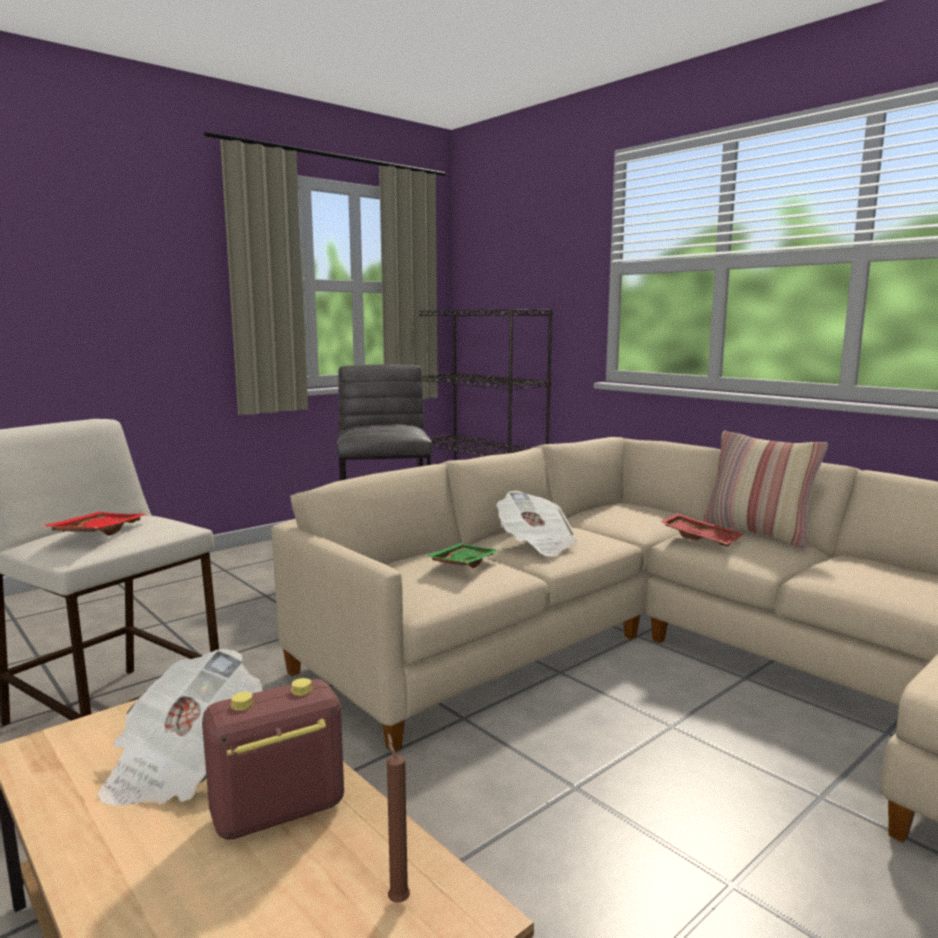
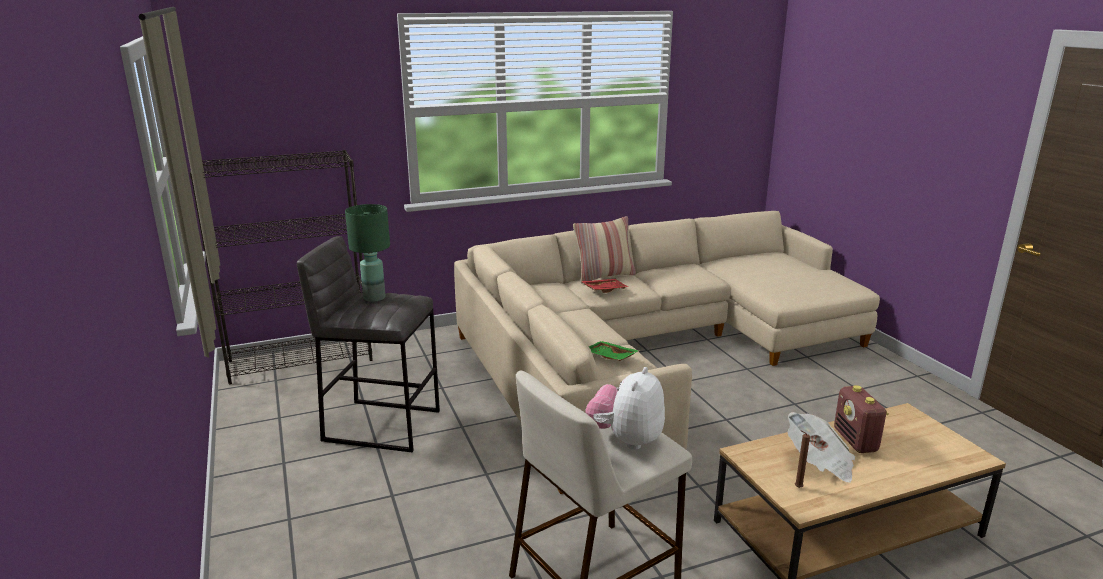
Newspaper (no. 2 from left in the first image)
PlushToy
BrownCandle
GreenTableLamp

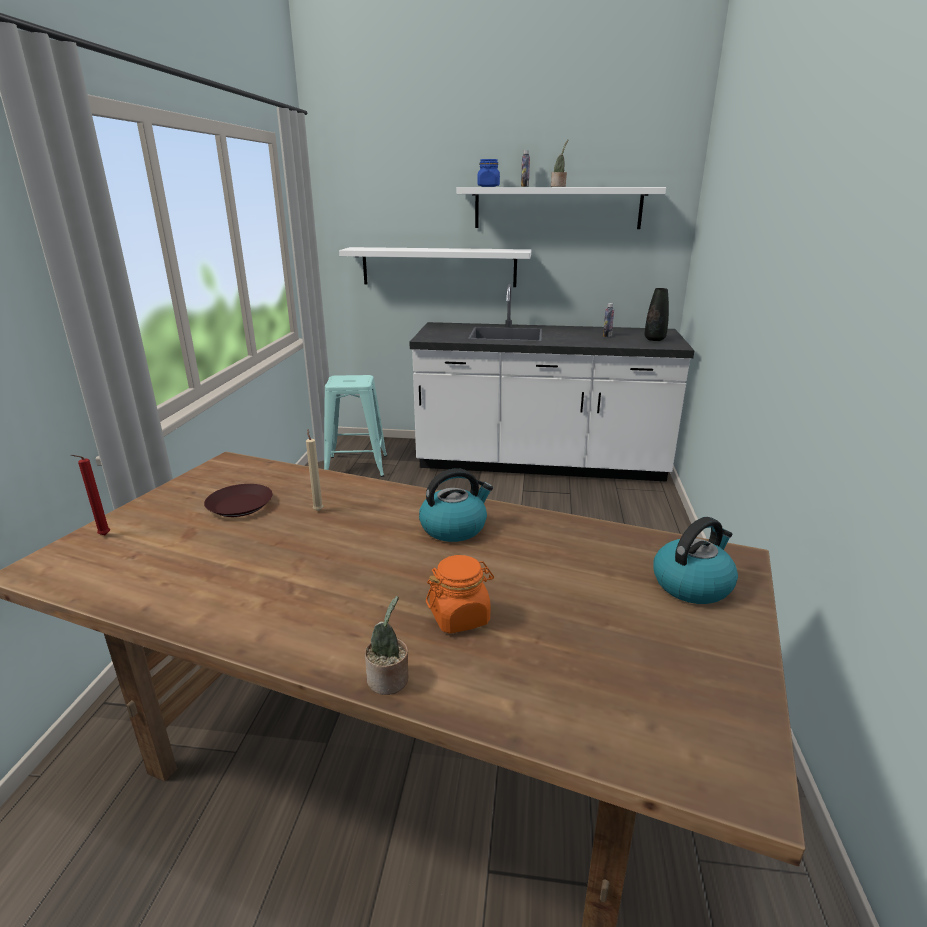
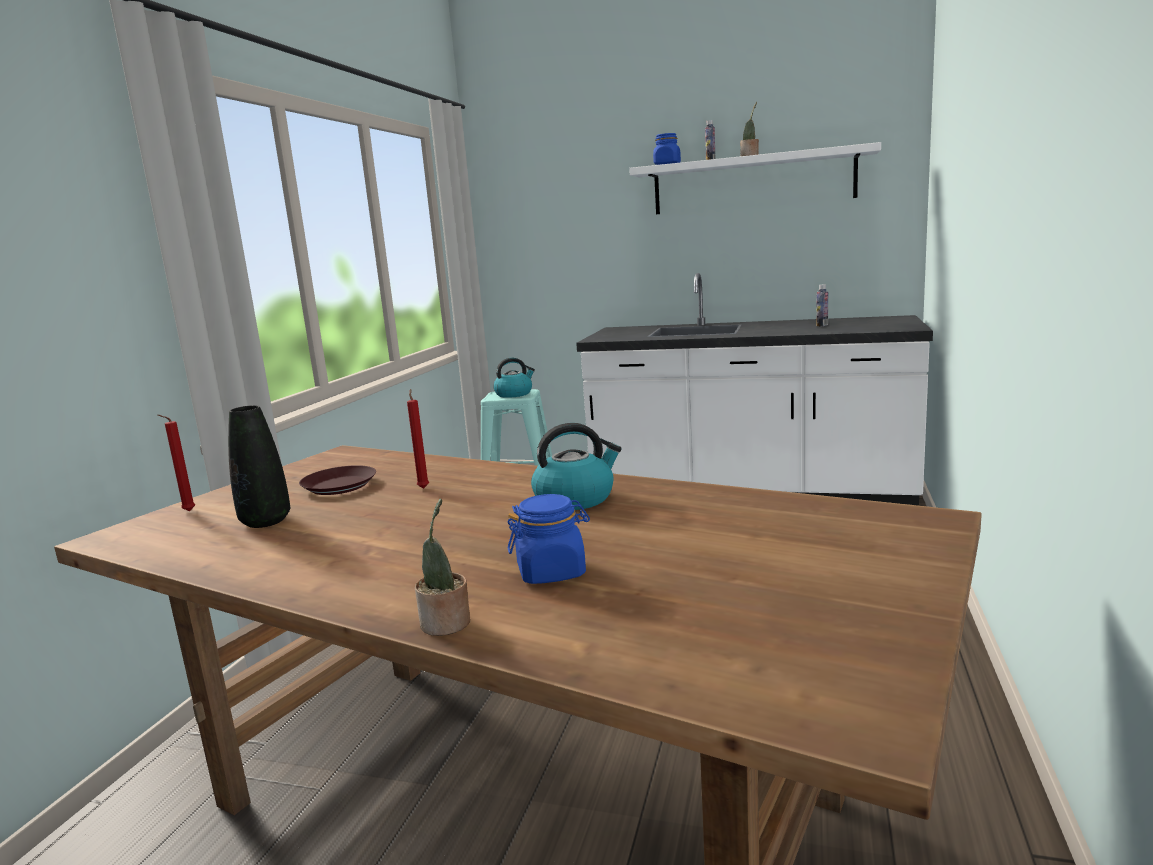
WhiteShelf (no. 1 from left in the first image)
BlackVase
RedCandle (no. 2 from left)
Kettle (no. 1 from left)
BlueJar (no. 1 from left)

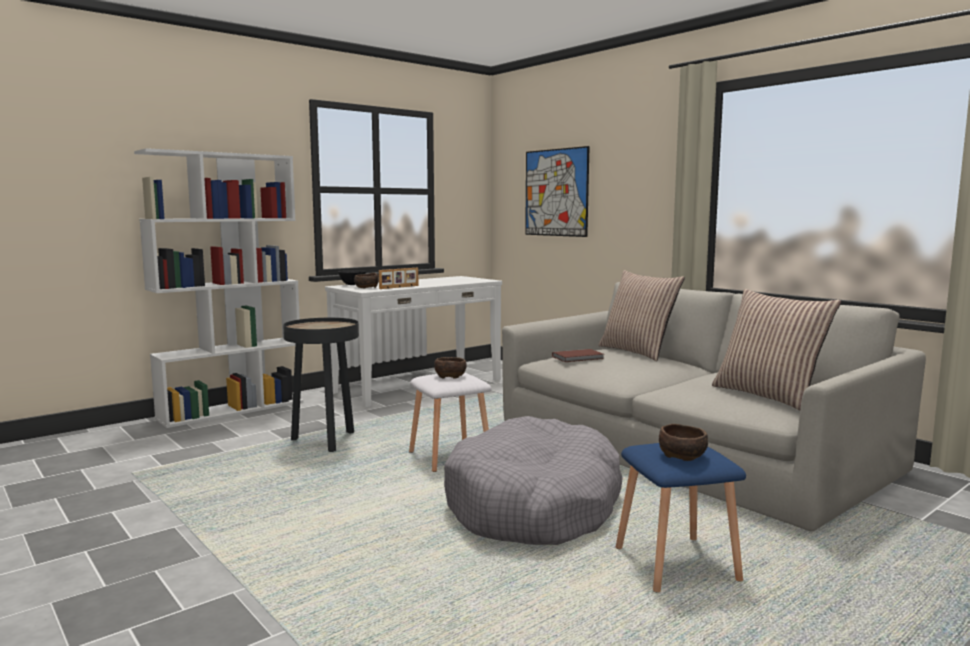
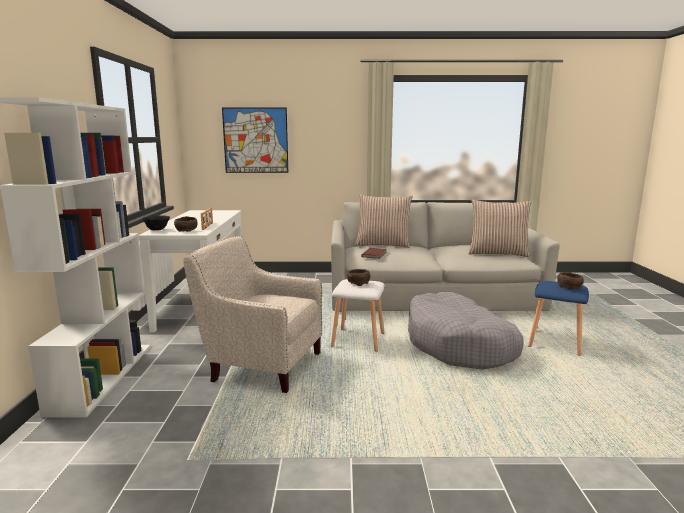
BeigeArmchair

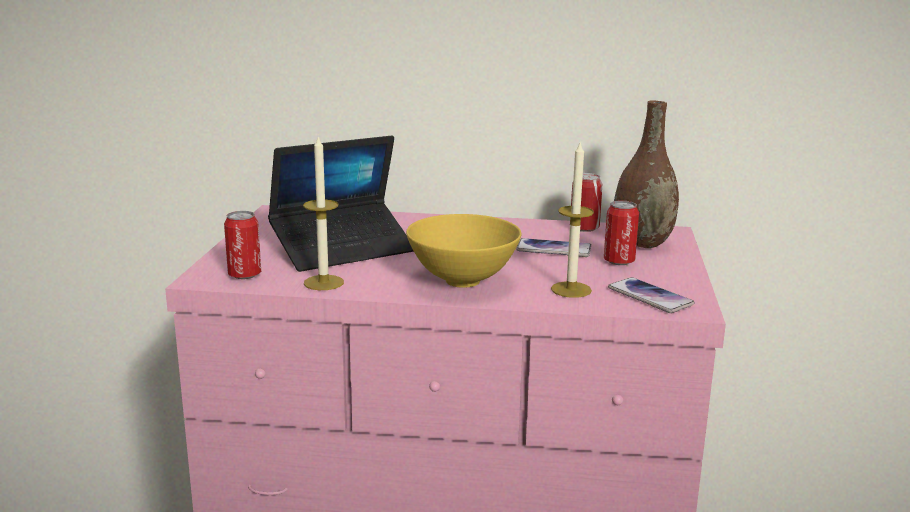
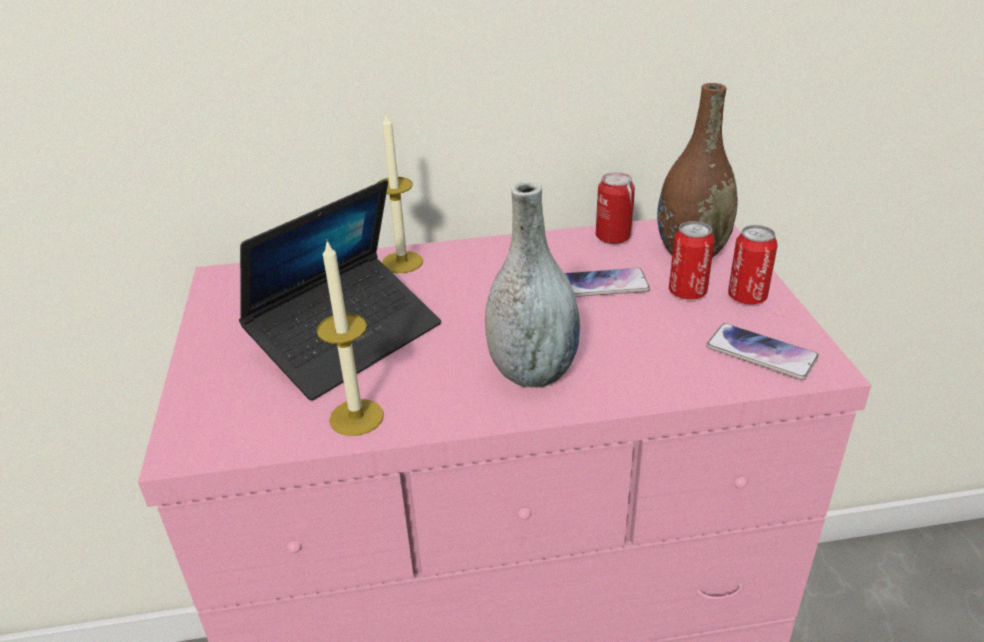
Candle (no. 2 from left)
Can (no. 3 from left)
GreyVase

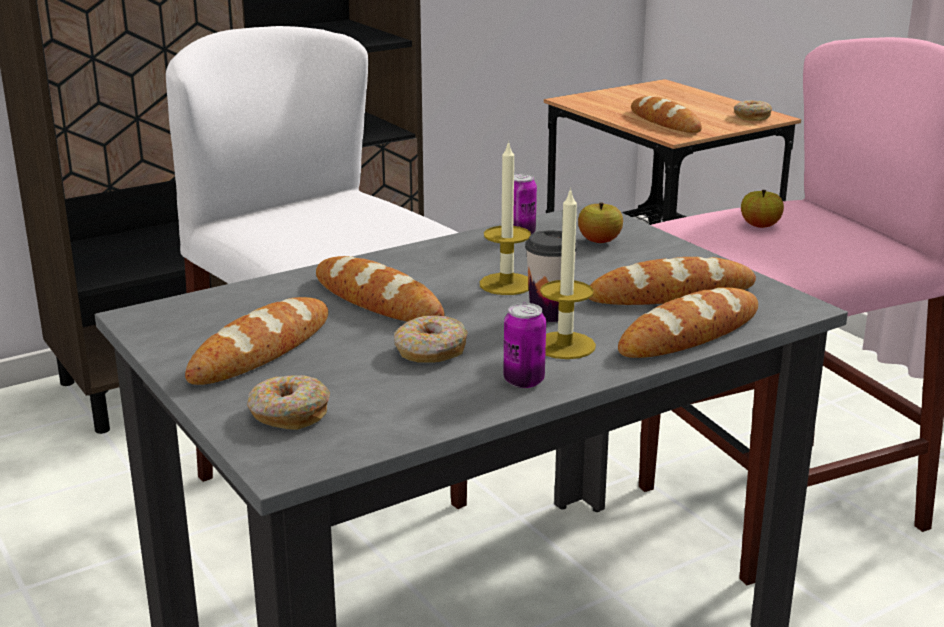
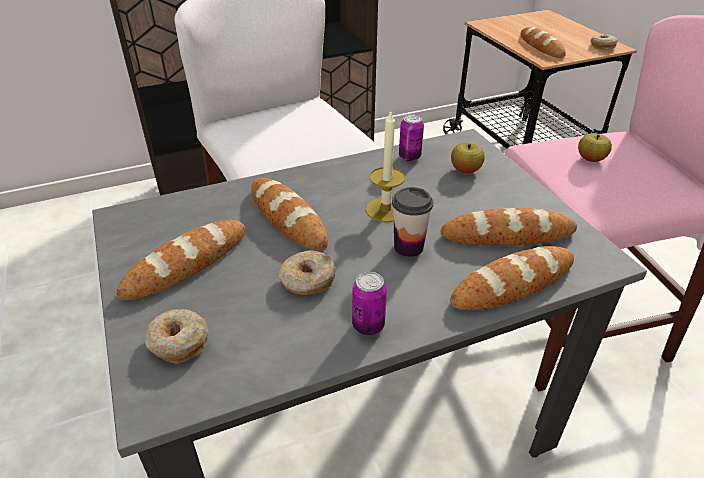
Candle (no. 2 from left in the first image)

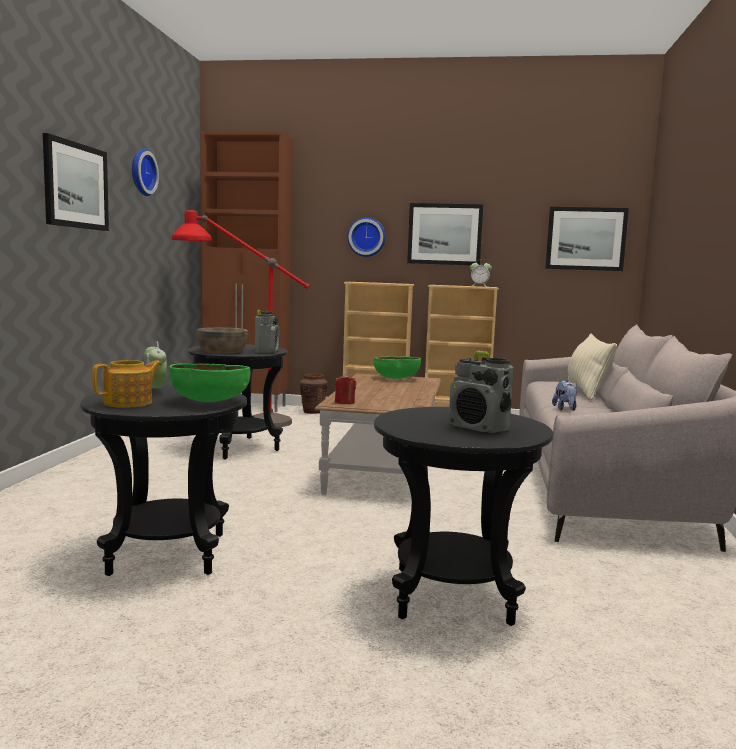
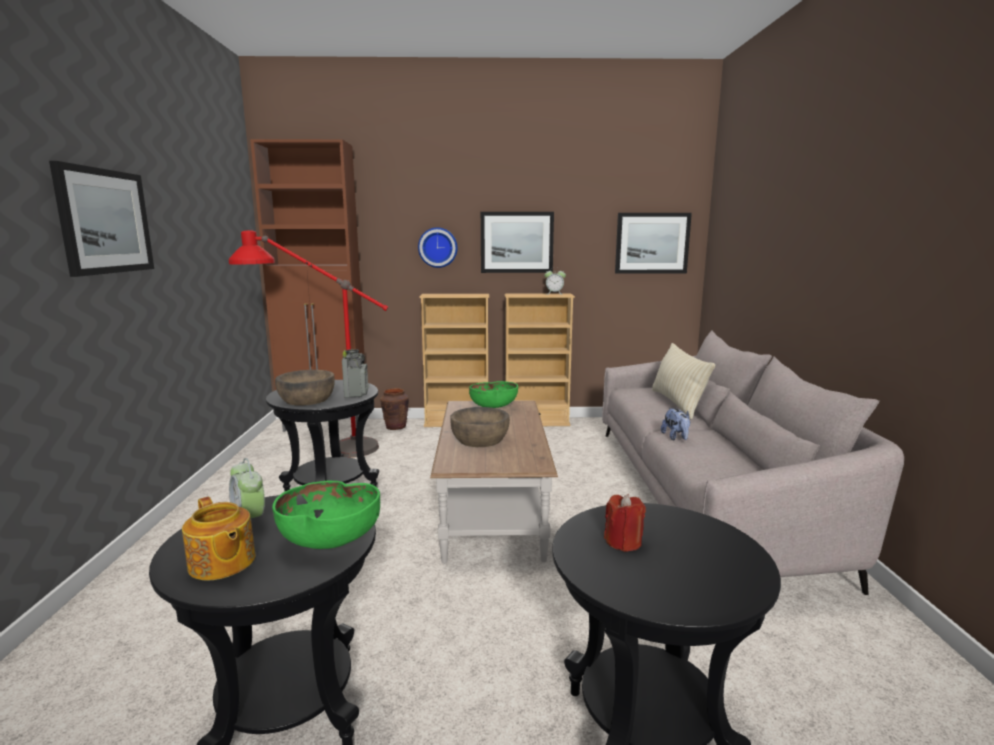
WallClock (no. 1 from left in the first image)
Radio (no. 2 from left in the first image)
Teapot
RedCandle
BrownBowl (no. 2 from left)

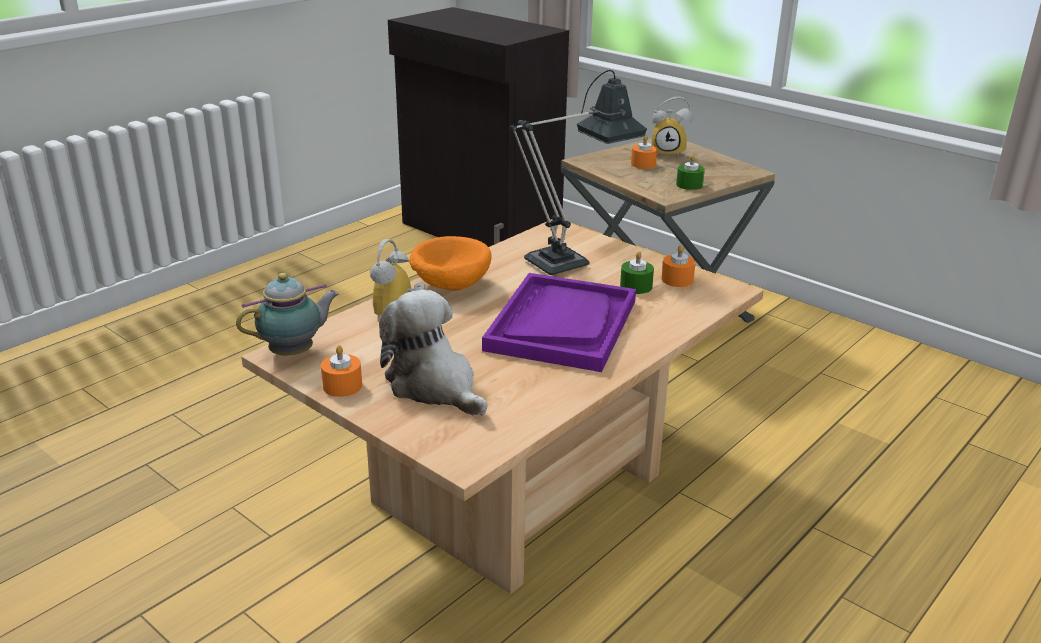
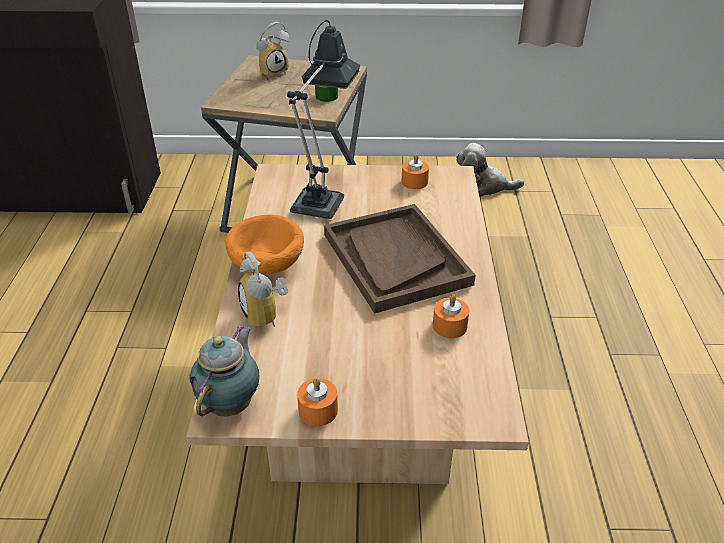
OrangeCandle (no. 3 from left)
GreenCandle (no. 1 from left in the first image)
BrownTray
PlushToy

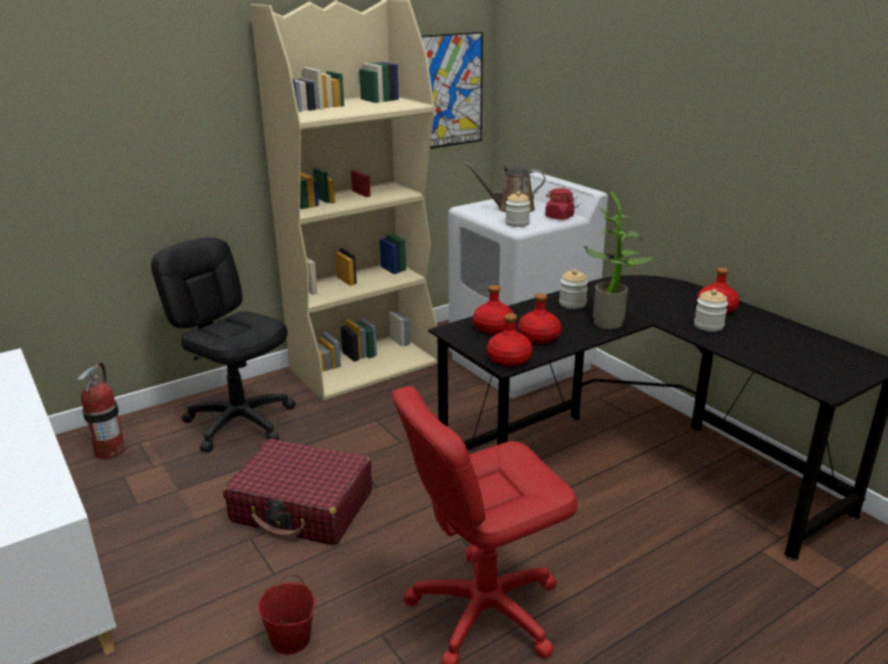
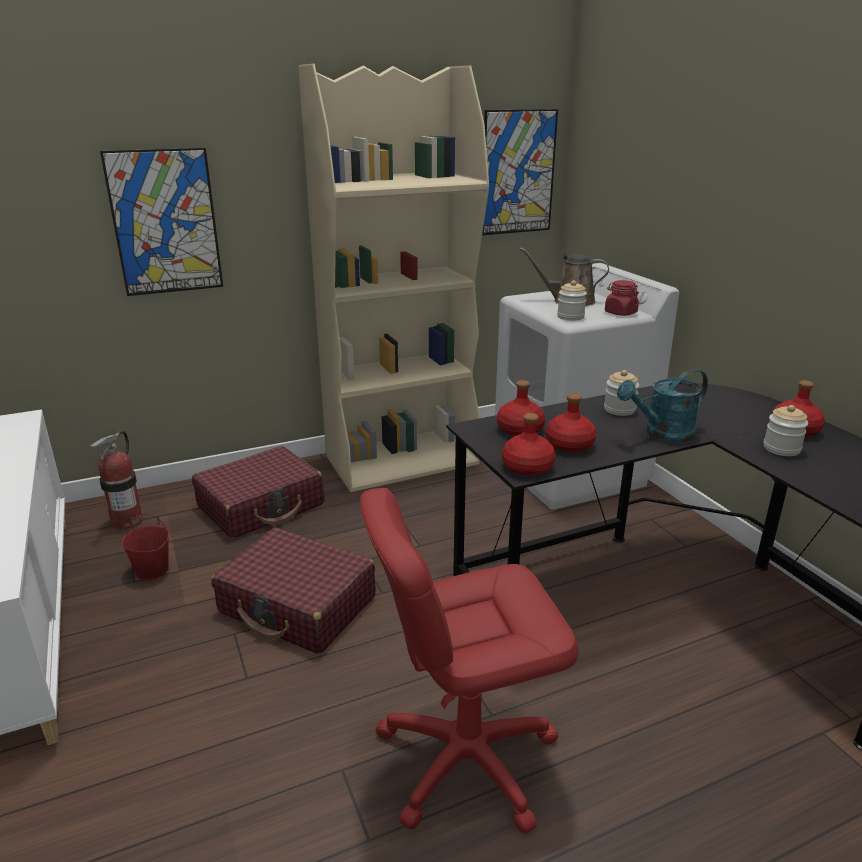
TurquoiseWateringCan
RedSuitcase (no. 1 from left)
RedBucket
Picture (no. 1 from left)

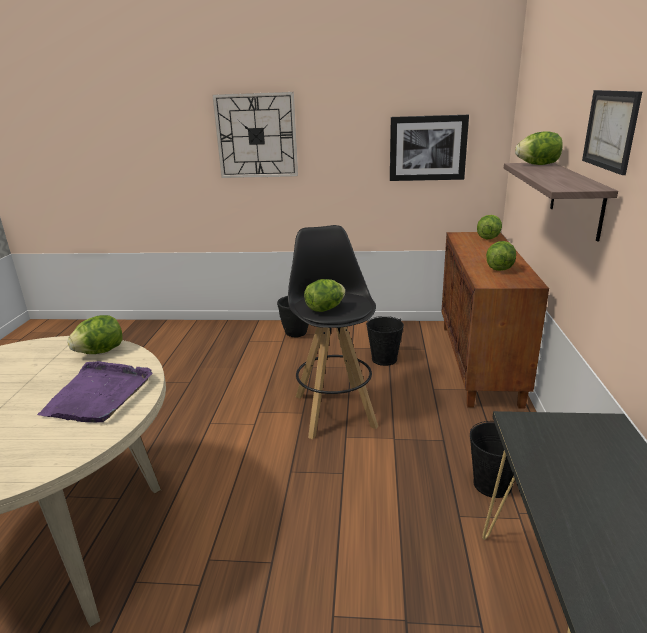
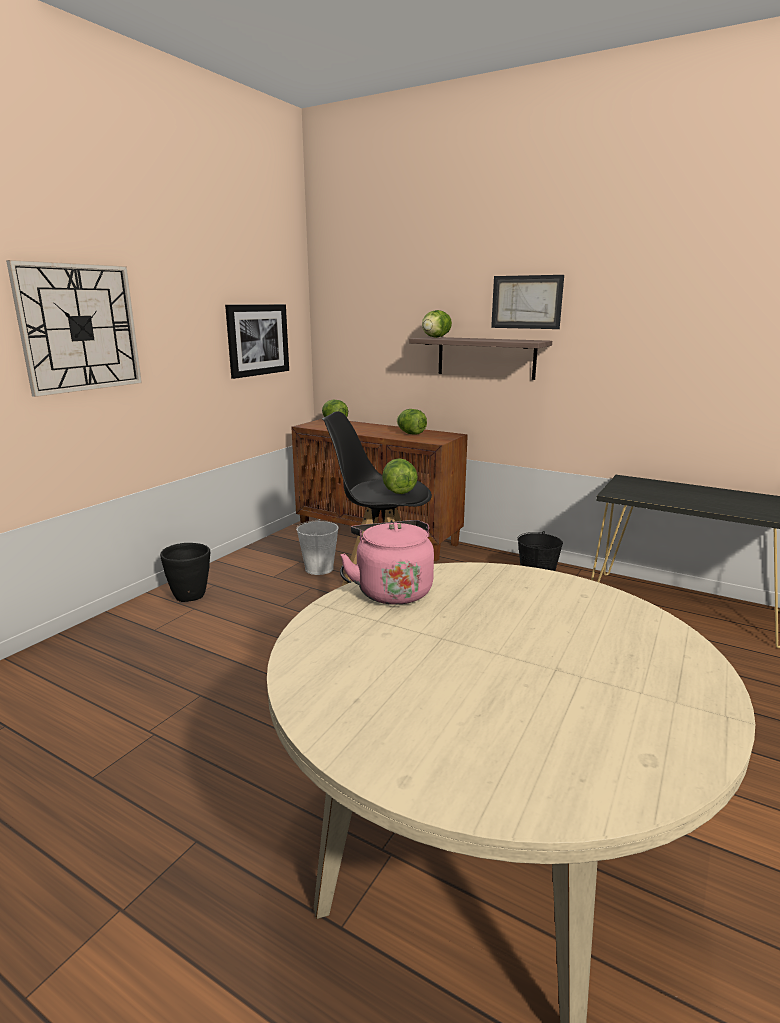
PinkKettle
WhiteBucket
PurpleTray

